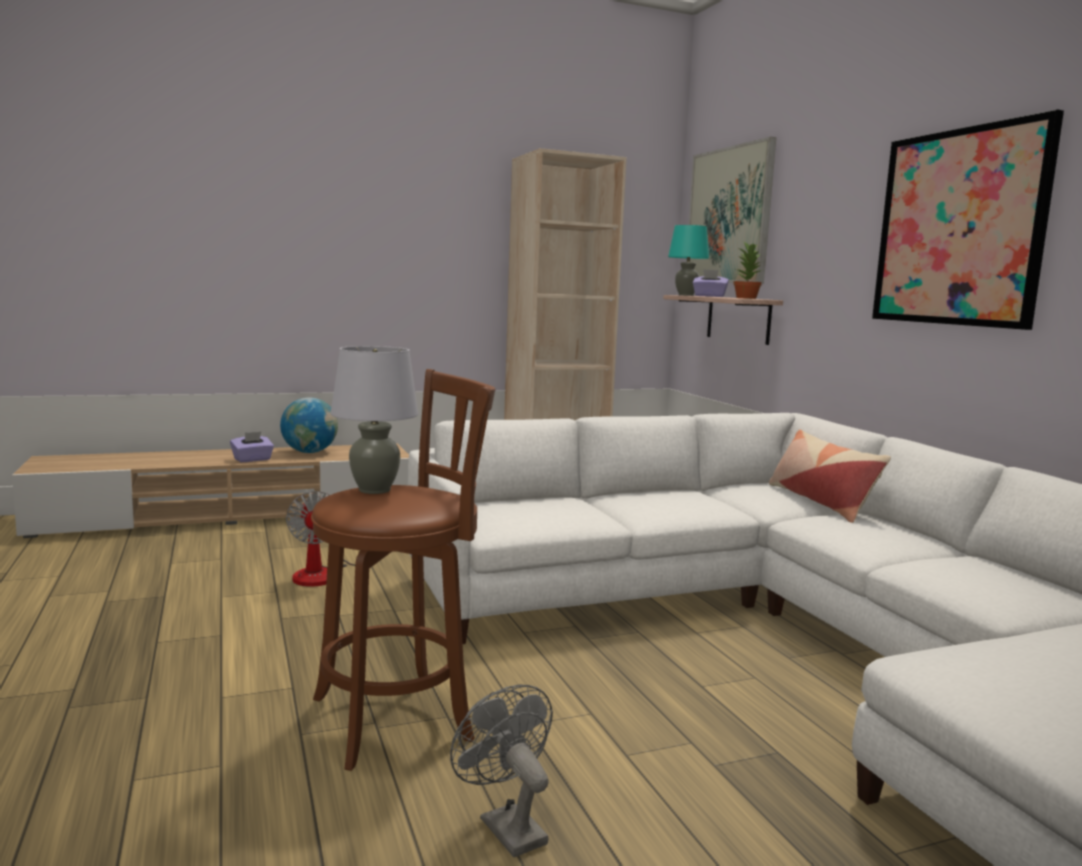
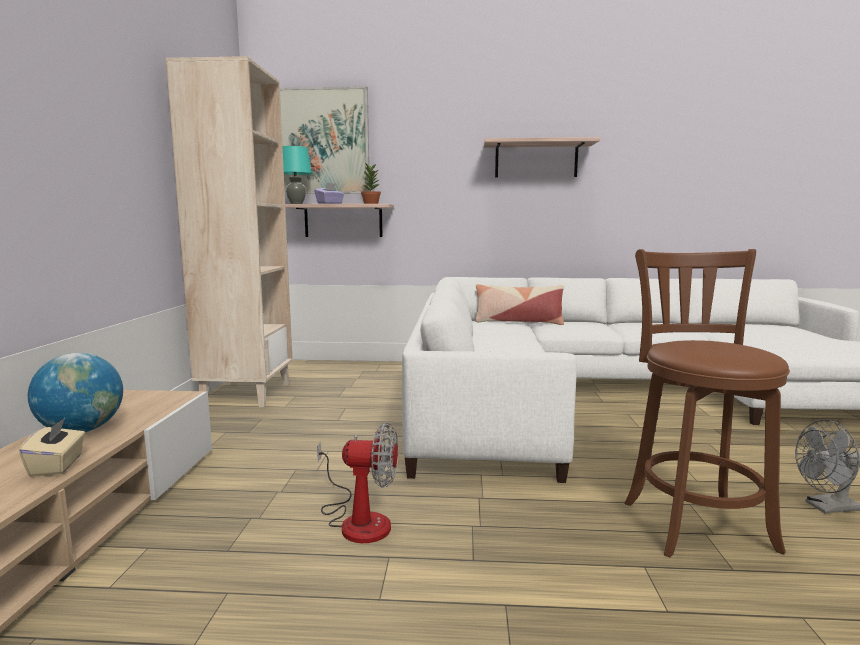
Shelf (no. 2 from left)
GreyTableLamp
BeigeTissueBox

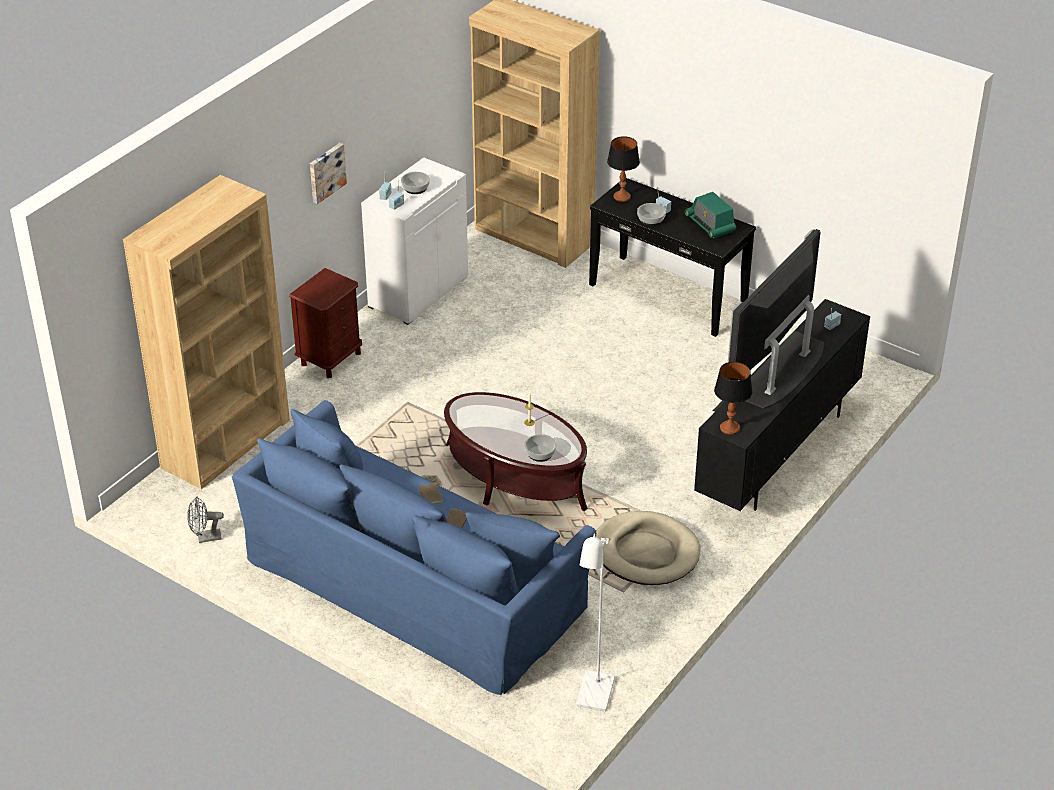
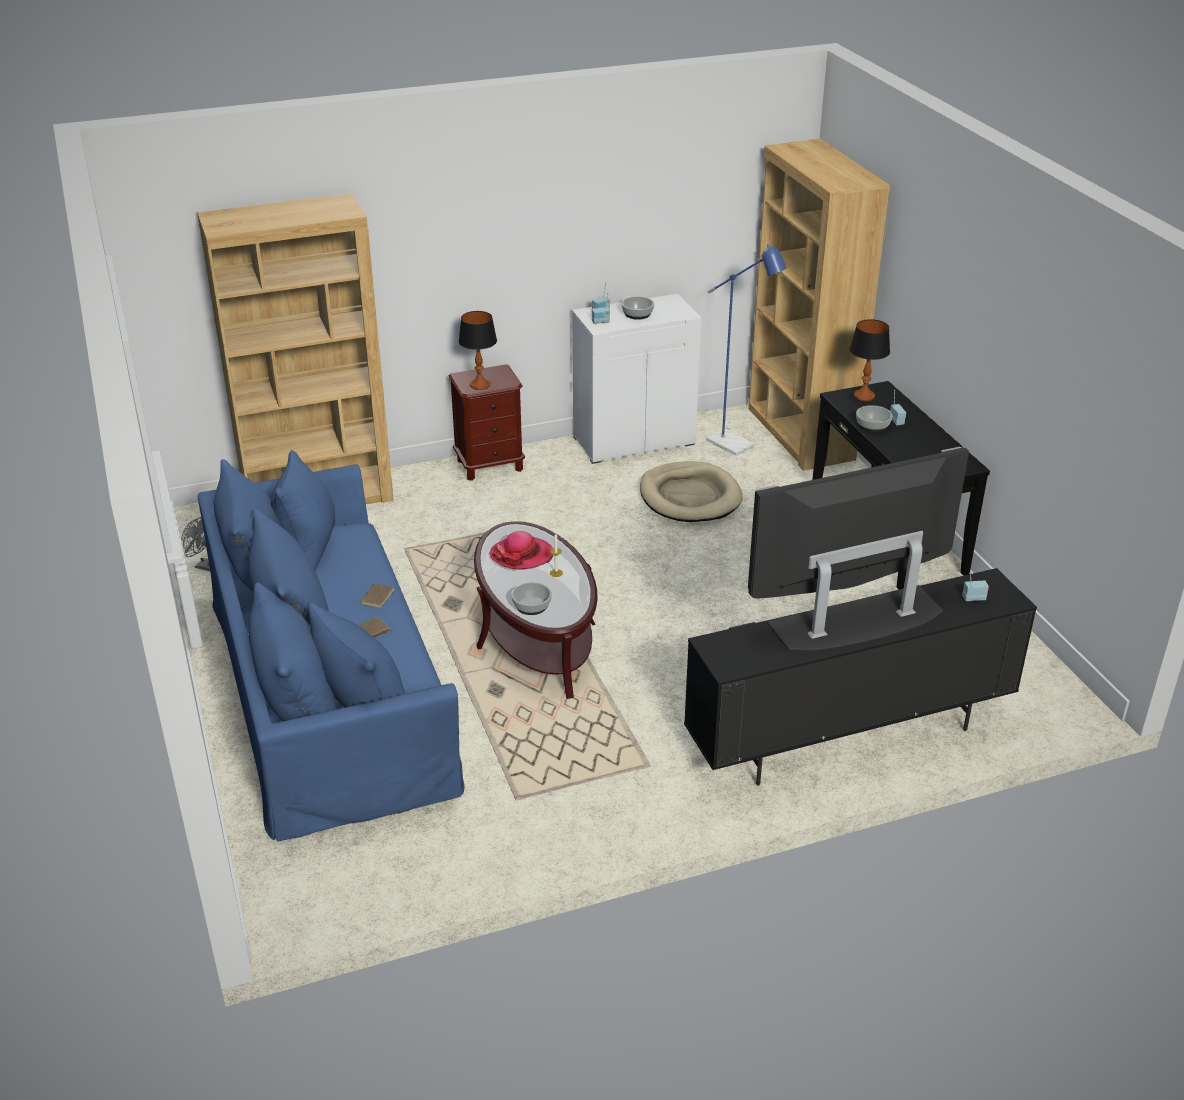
Picture
Radio (no. 4 from left in the first image)
TableLamp (no. 1 from left)
BeigeDogBed
WhiteFloorLamp
BlueFloorLamp
Hat

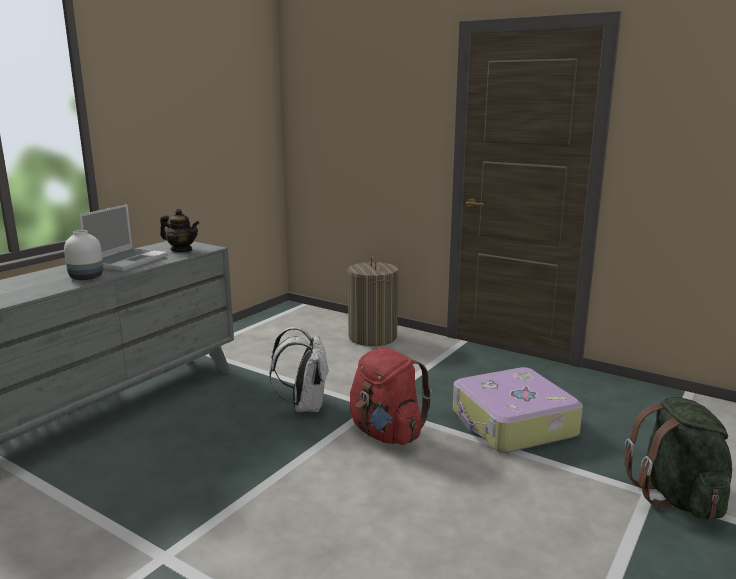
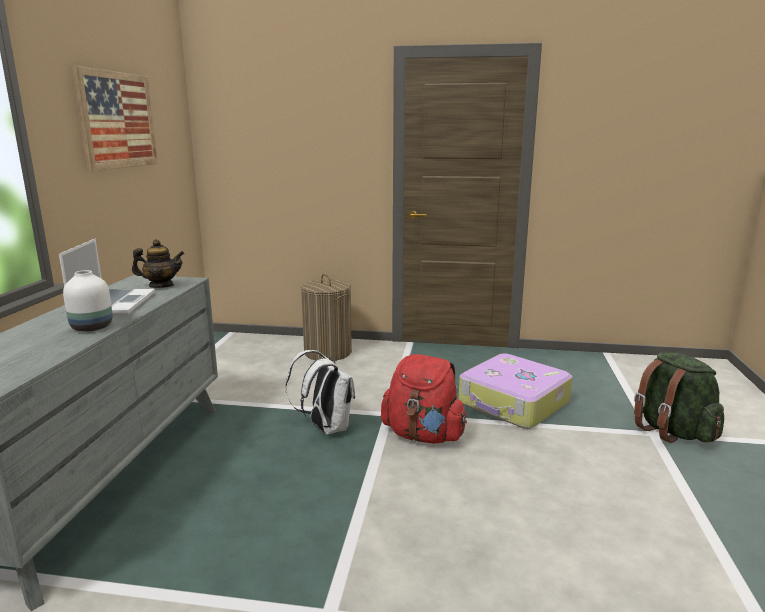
Picture

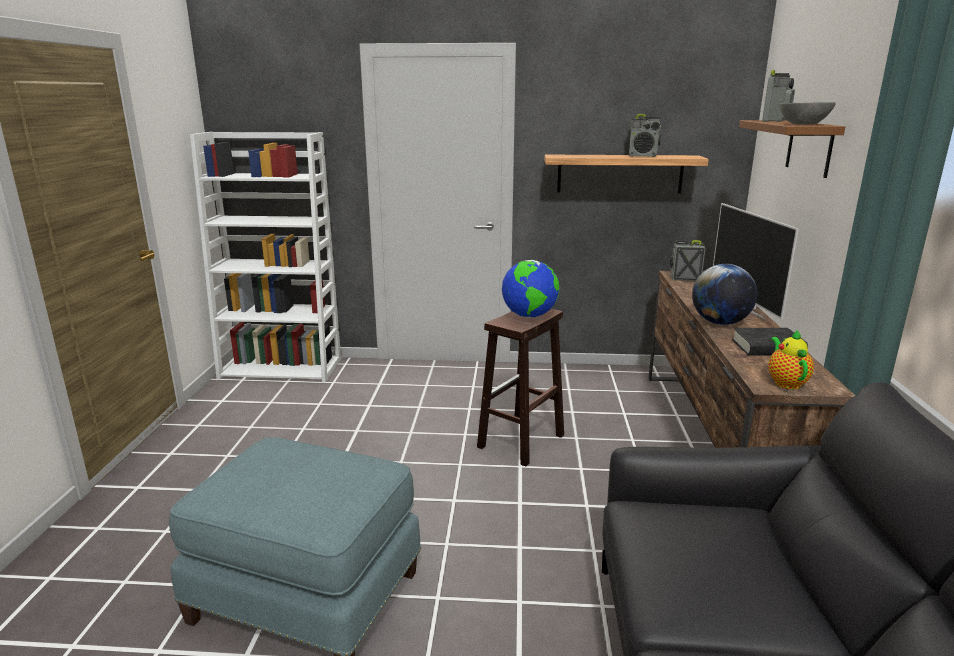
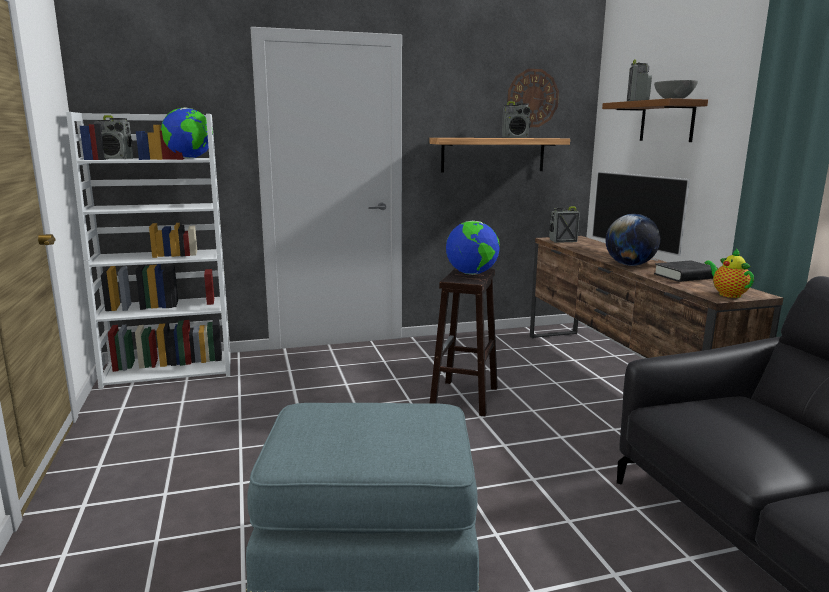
WallClock
Globe (no. 1 from left)
Radio (no. 1 from left)

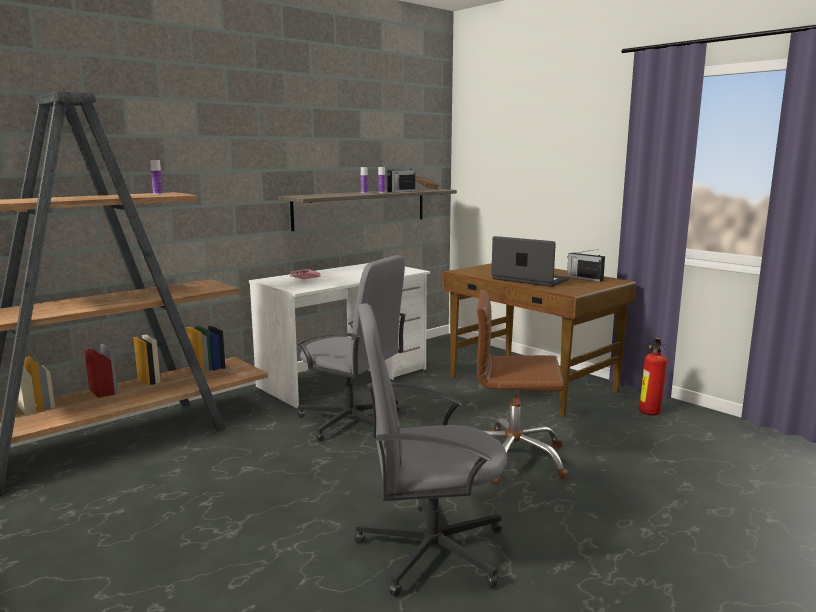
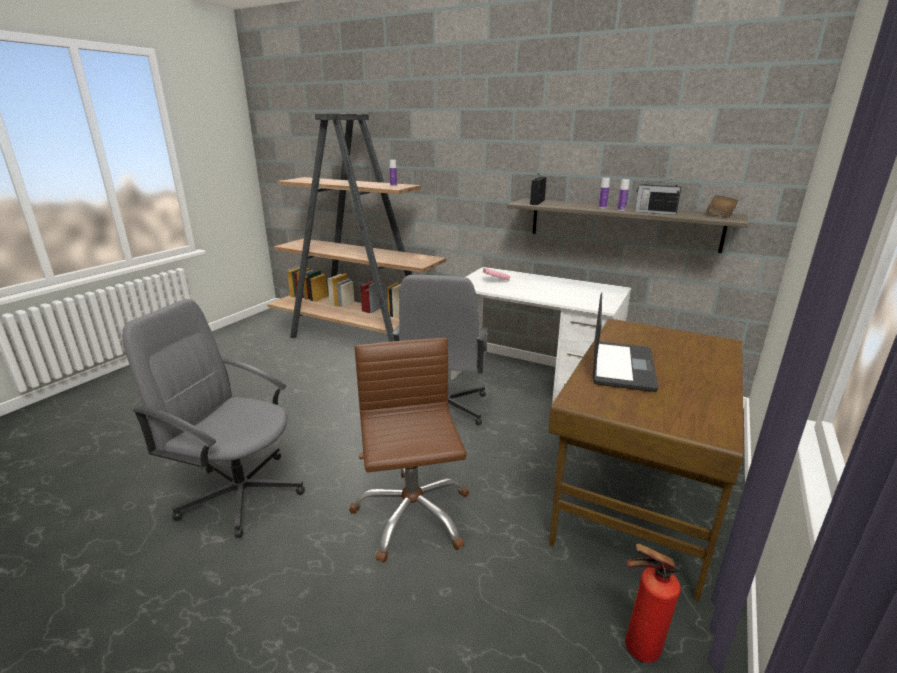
Radio (no. 1 from left)
GreyOfficeChair (no. 1 from left)

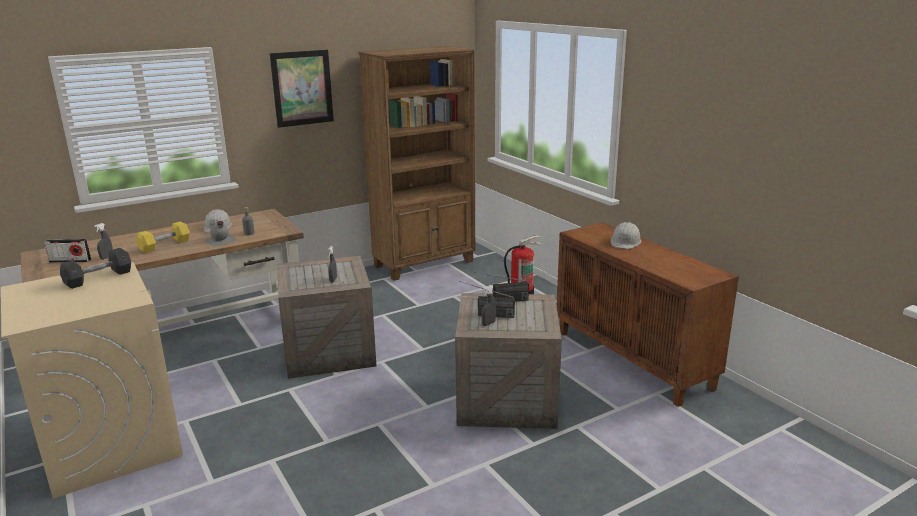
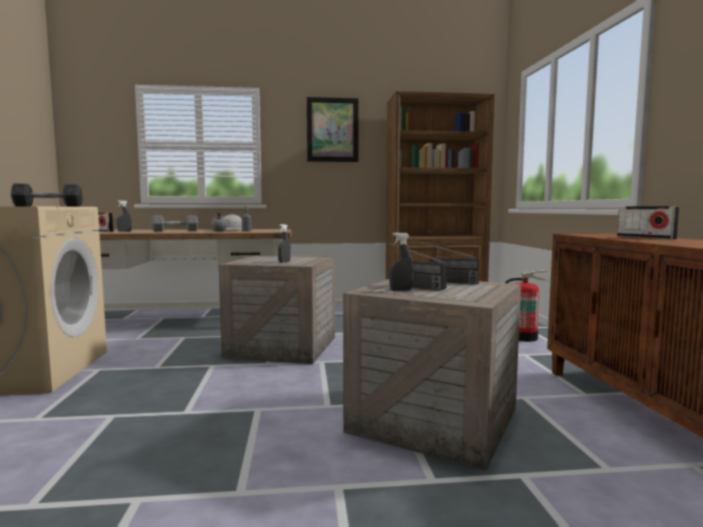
GreyDumbbell (no. 2 from left)
Radio (no. 4 from left)

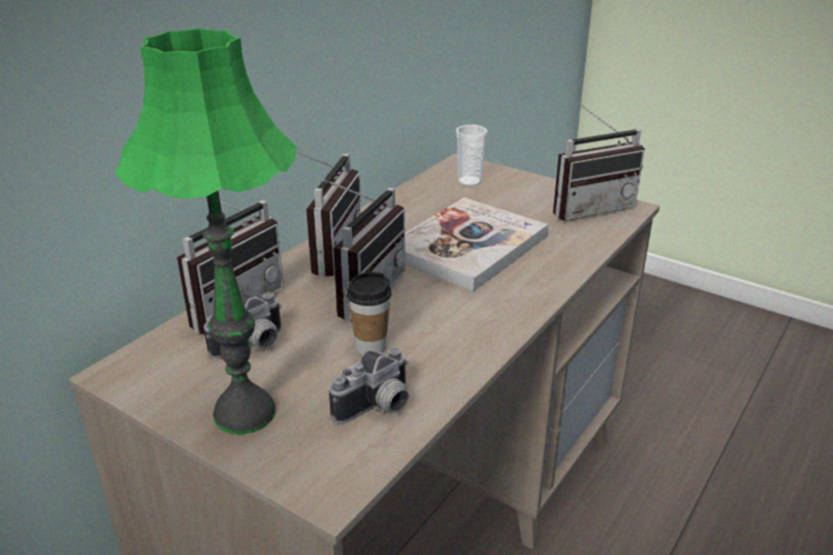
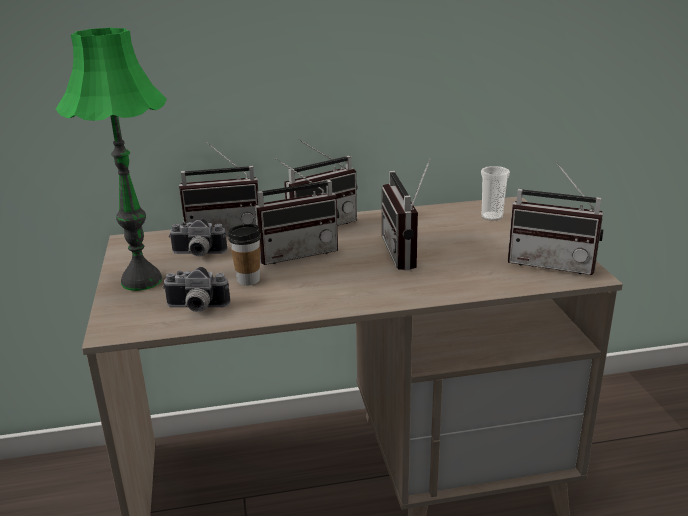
Radio (no. 4 from left)

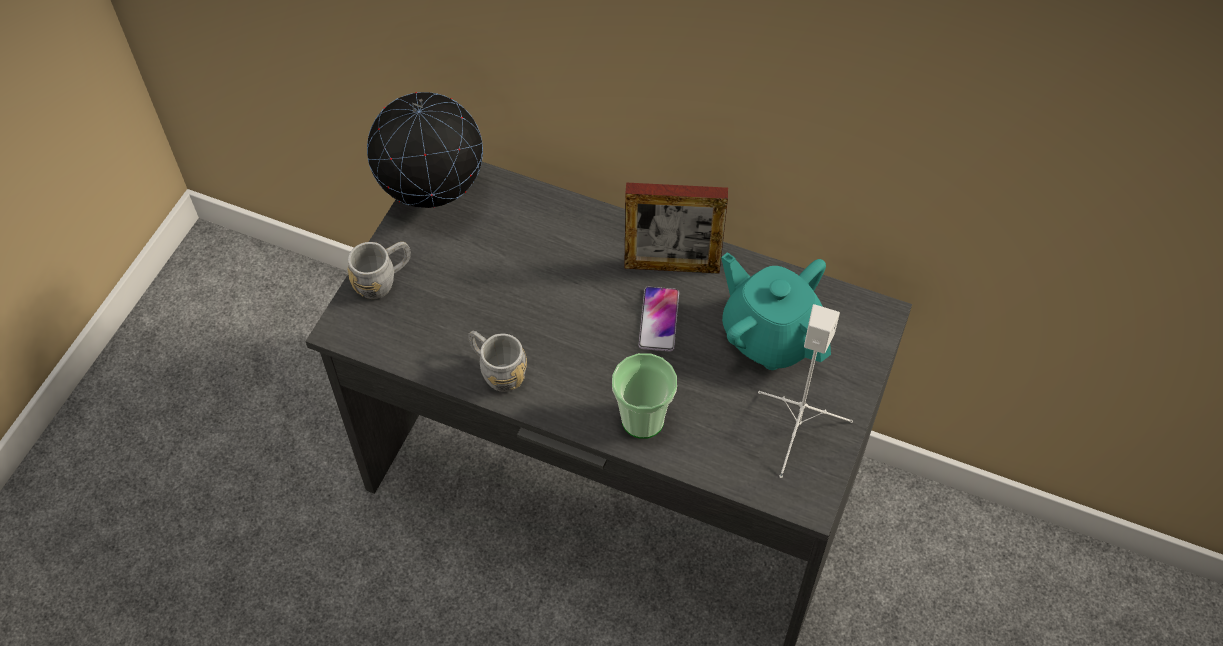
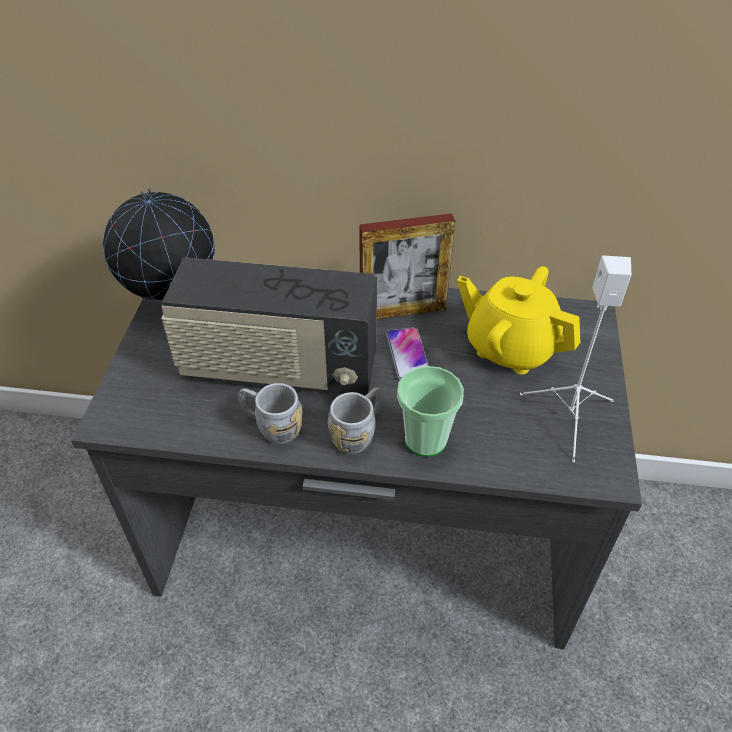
GreyMug (no. 2 from left)
YellowTeapot
Radio

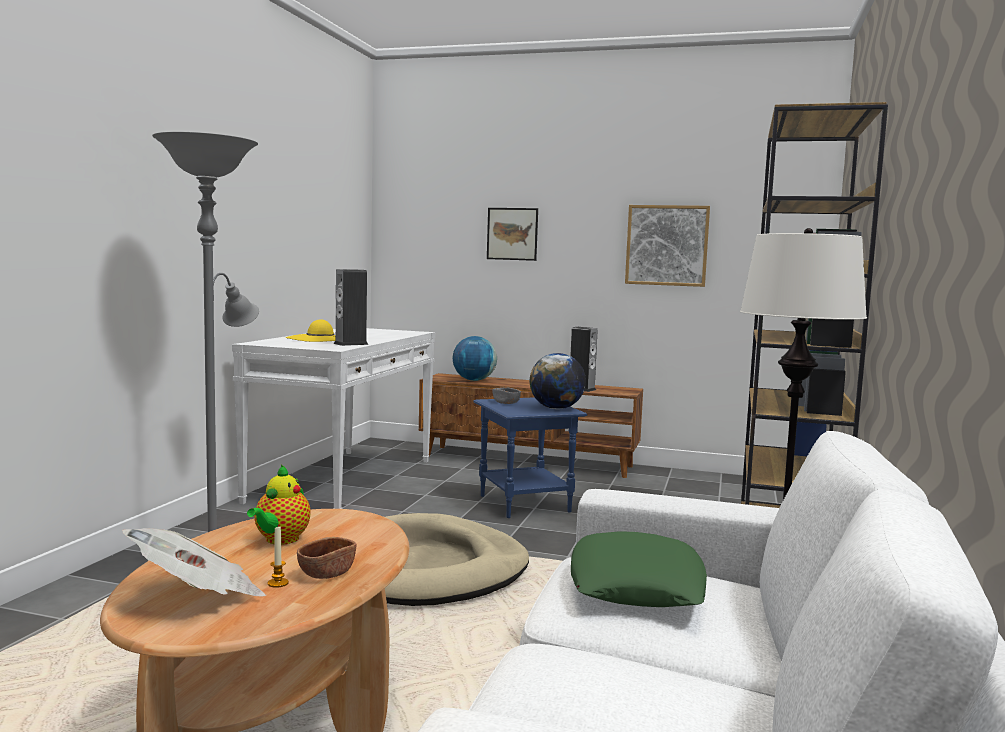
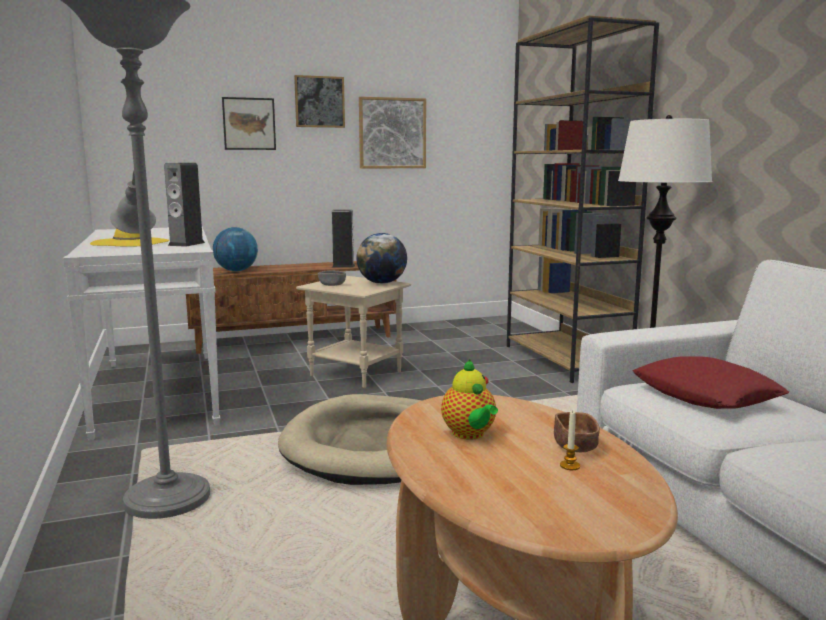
BeigeSideTable
Newspaper
RedPillow
Picture (no. 2 from left)

